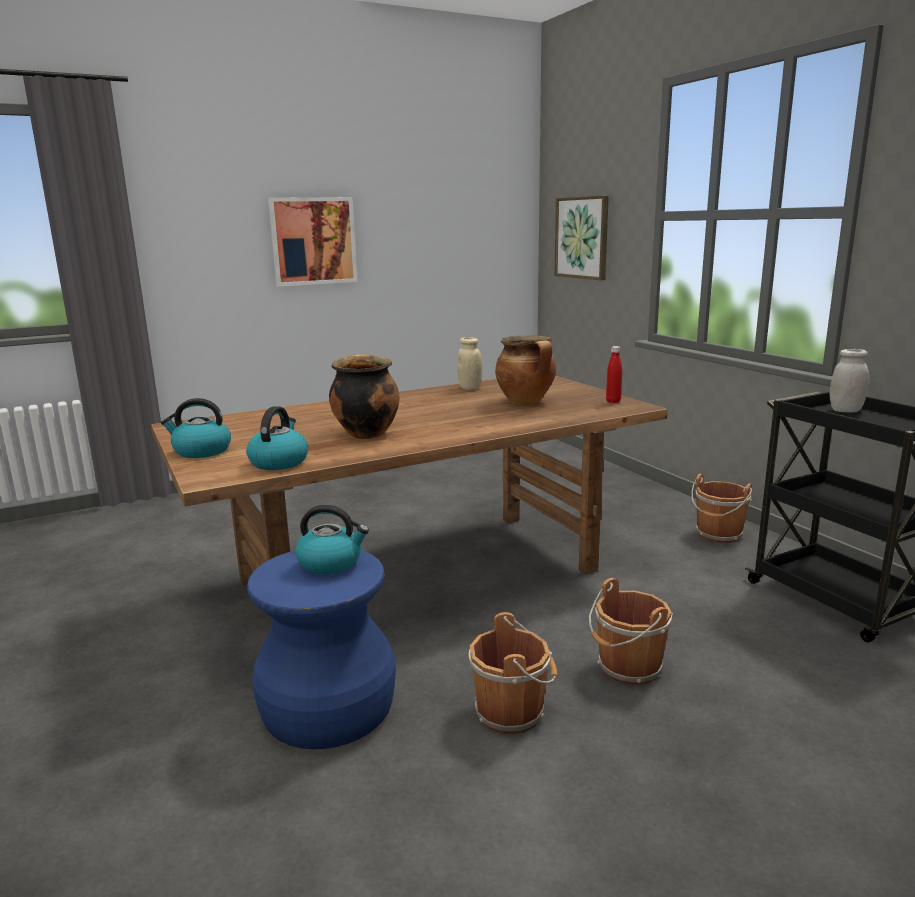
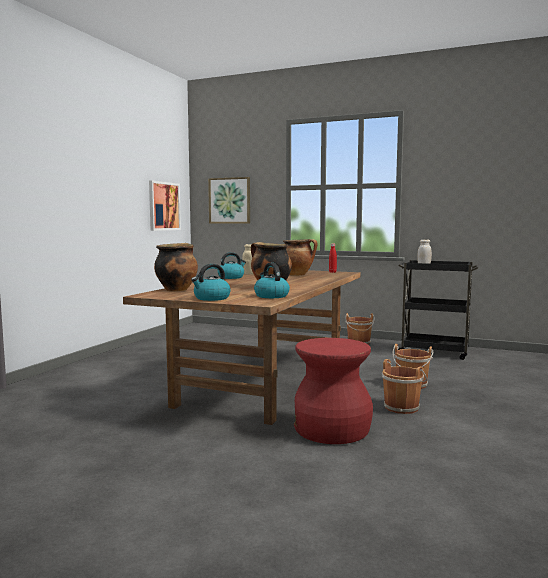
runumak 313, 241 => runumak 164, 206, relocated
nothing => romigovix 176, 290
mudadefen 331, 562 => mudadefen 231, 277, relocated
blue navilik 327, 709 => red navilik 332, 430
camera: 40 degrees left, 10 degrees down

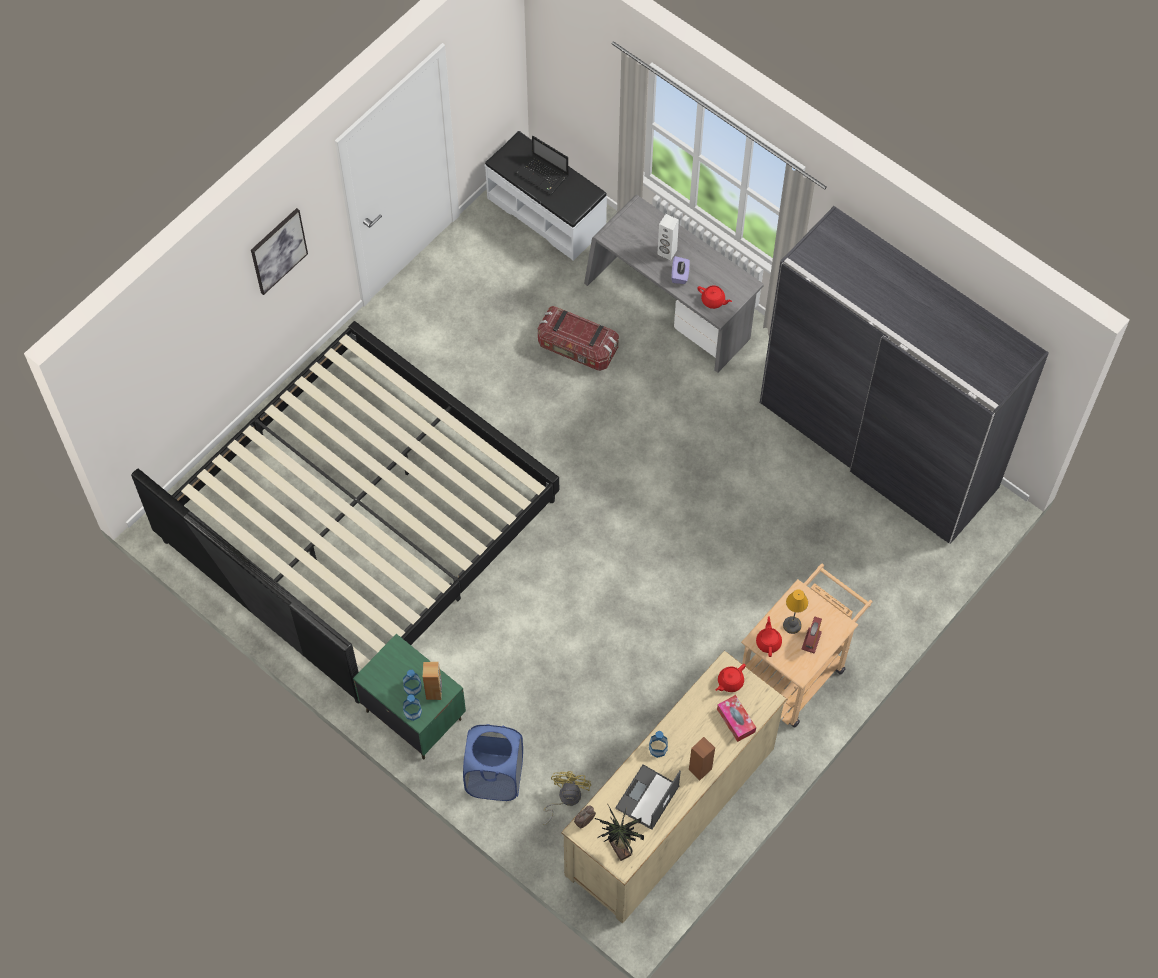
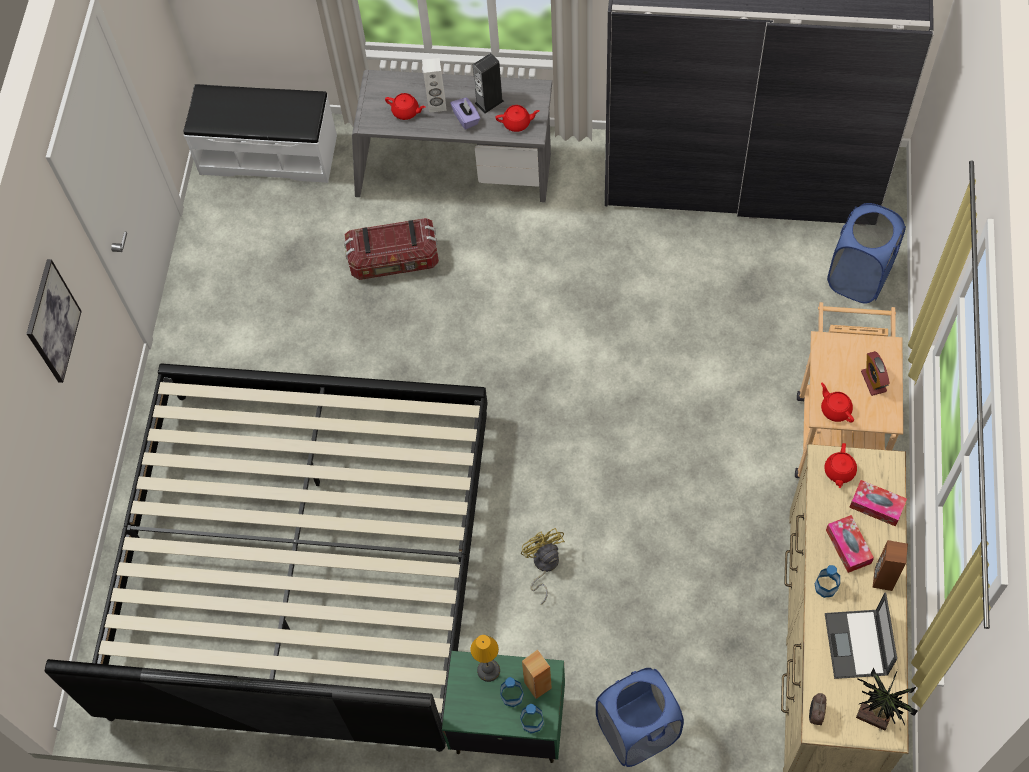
nothing => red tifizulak 406, 111
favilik 792, 624 => favilik 488, 669, relocated
nothing => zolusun 489, 102
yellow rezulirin 565, 798 => yellow rezulirin 543, 566, relocated
nothing => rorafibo 848, 546
nothing => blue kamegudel 858, 276
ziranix 543, 175 => nothing
camera: 30 degrees left, 0 degrees up

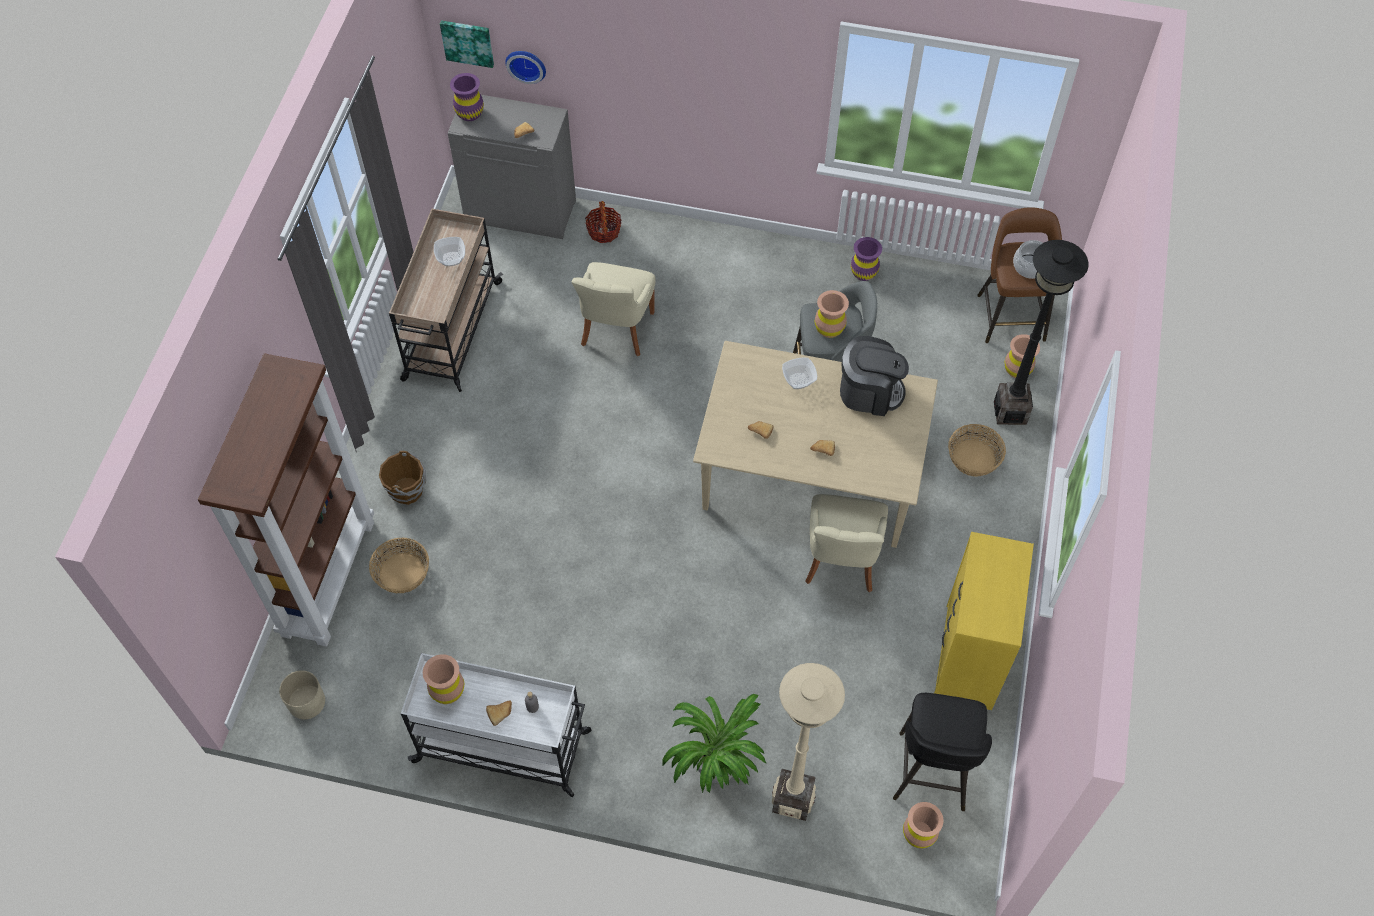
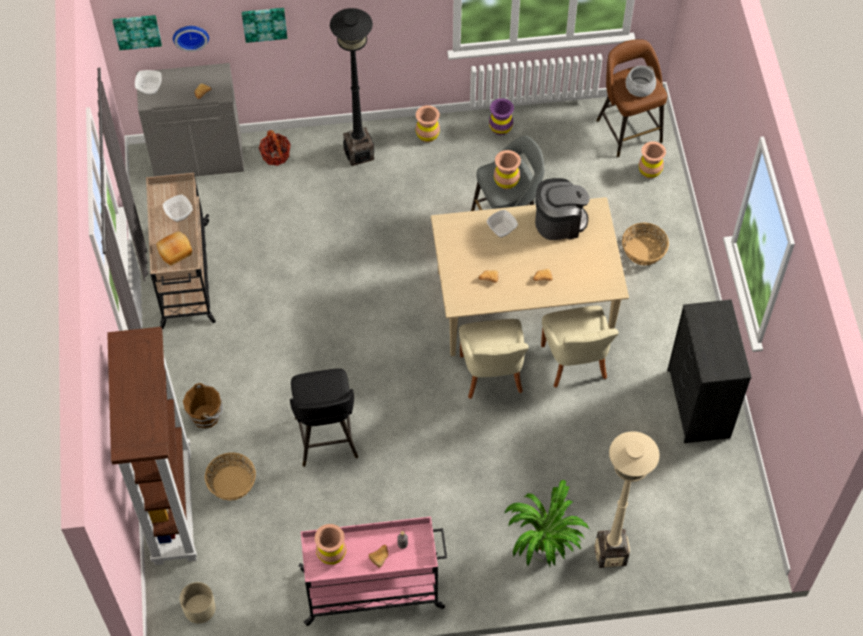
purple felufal 470, 113 => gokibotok 149, 89
nothing => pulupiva 174, 251
nothing => runumak 264, 23
black navilik 931, 774 => black navilik 326, 440, relocated
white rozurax 504, 747 => pink rozurax 374, 589
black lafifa 1010, 411 => black lafifa 359, 153, relocated
brown felufal 919, 834 => brown felufal 427, 135, relocated
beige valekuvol 616, 331 => beige valekuvol 492, 376, relocated
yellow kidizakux 967, 656 => black kidizakux 697, 403
camera: 20 degrees left, 0 degrees up

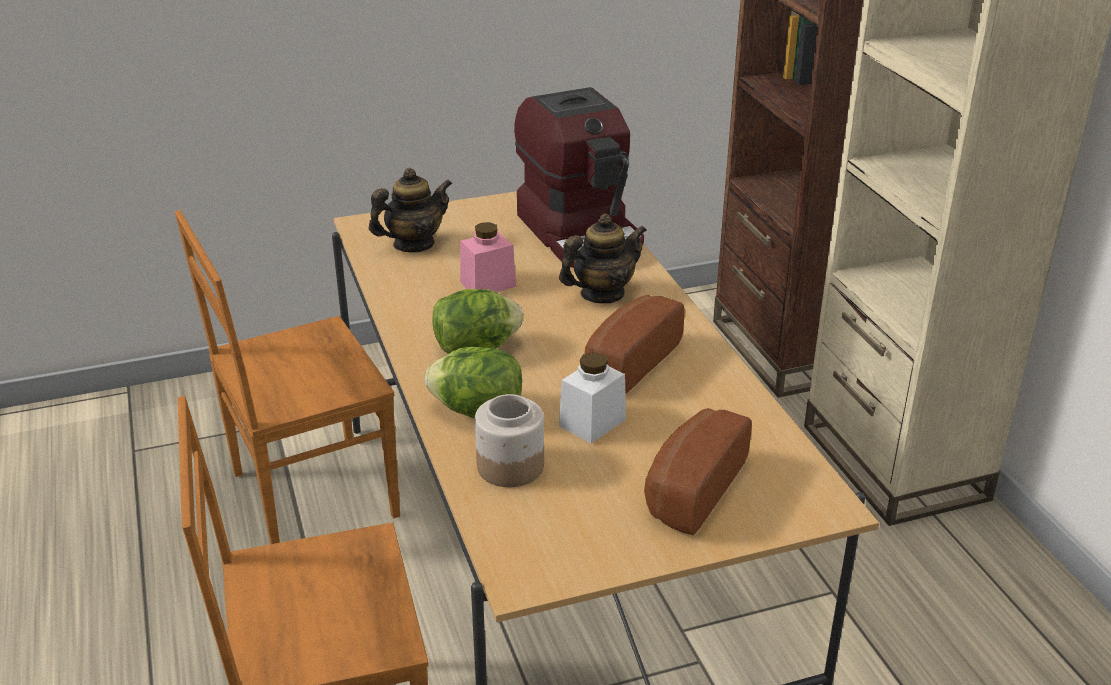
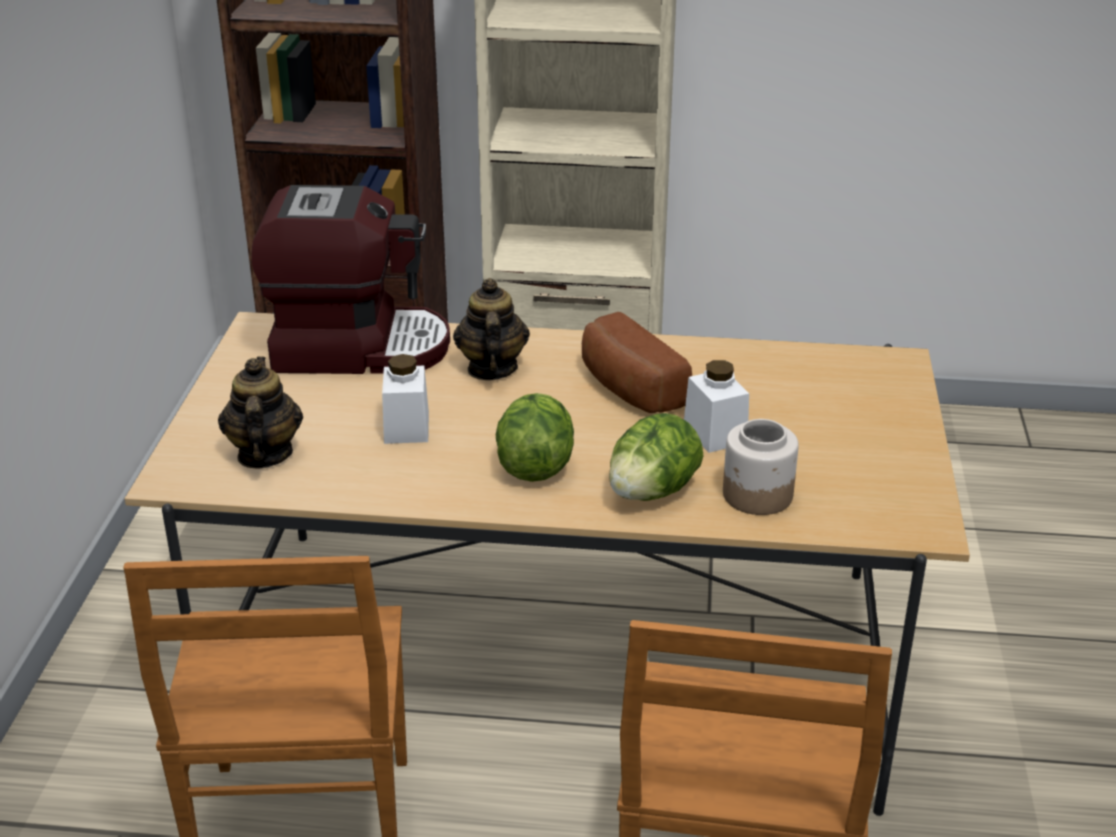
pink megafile 488, 284 => white megafile 406, 427
pulupiva 690, 489 => nothing
camera: 65 degrees left, 0 degrees up

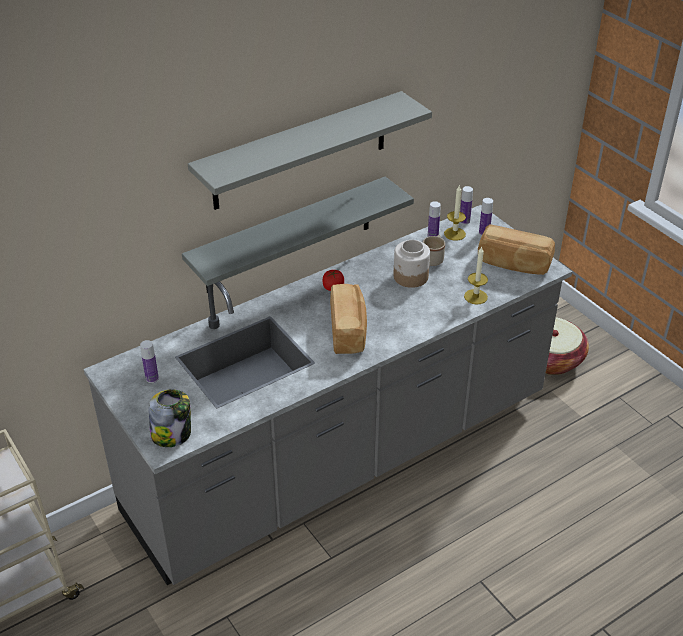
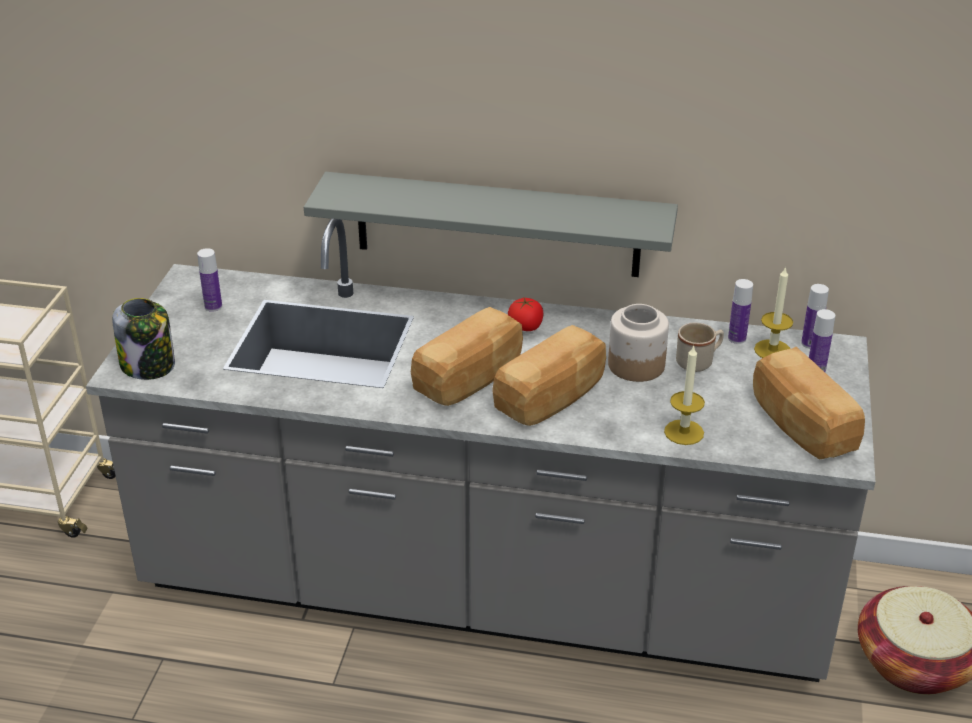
nothing => pulupiva 552, 397
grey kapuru 300, 151 => nothing
camera: 45 degrees right, 5 degrees down

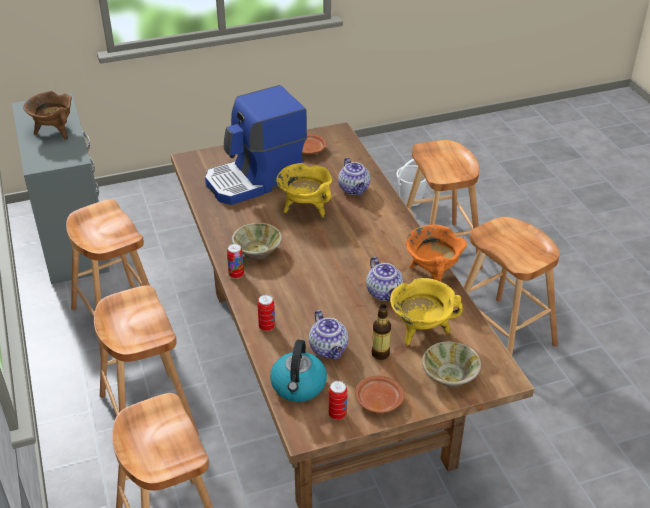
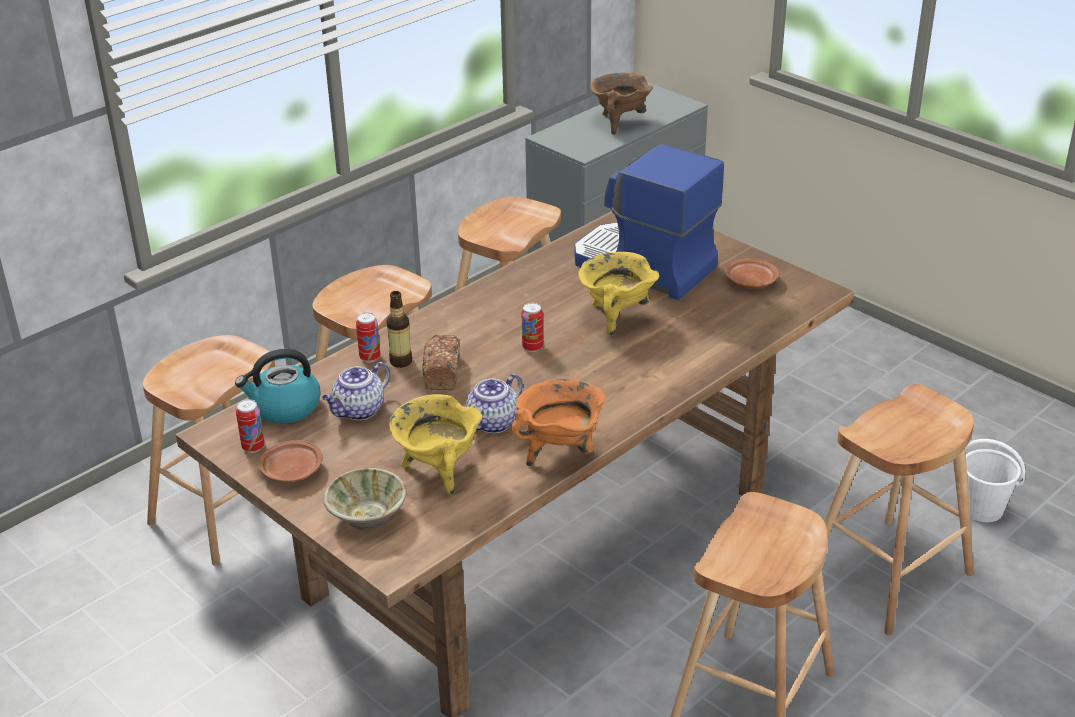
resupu 380, 354 => resupu 401, 361, relocated
nothing => pulupiva 442, 373
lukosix 236, 275 => lukosix 532, 347, relocated
beige gokibotok 257, 251 => nothing
tifizulak 354, 189 => nothing
camera: 65 degrees right, 5 degrees down

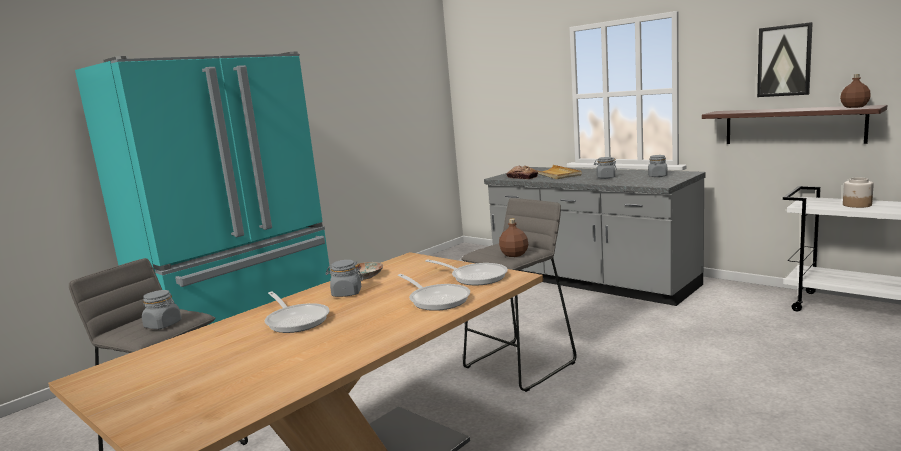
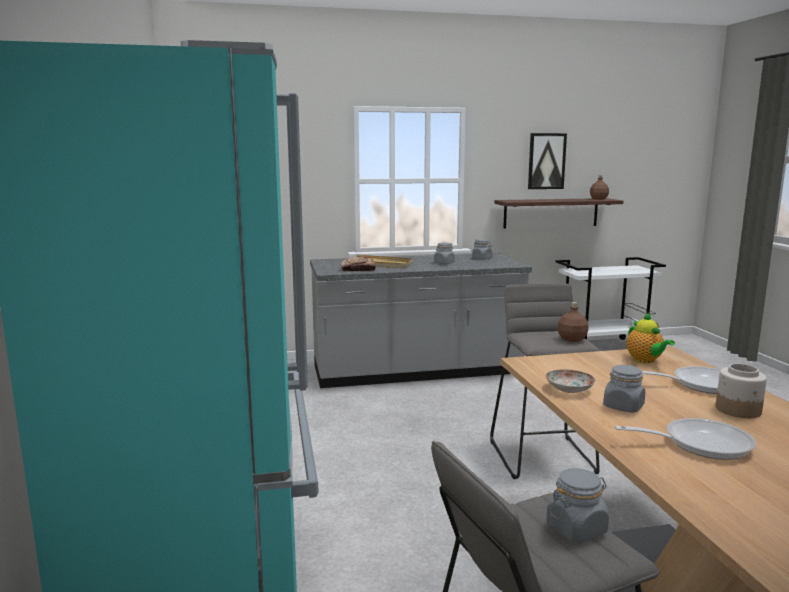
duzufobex 475, 277 => tifizulak 645, 360
megafile 857, 205 => megafile 738, 410, relocated
camera: 55 degrees left, 0 degrees up

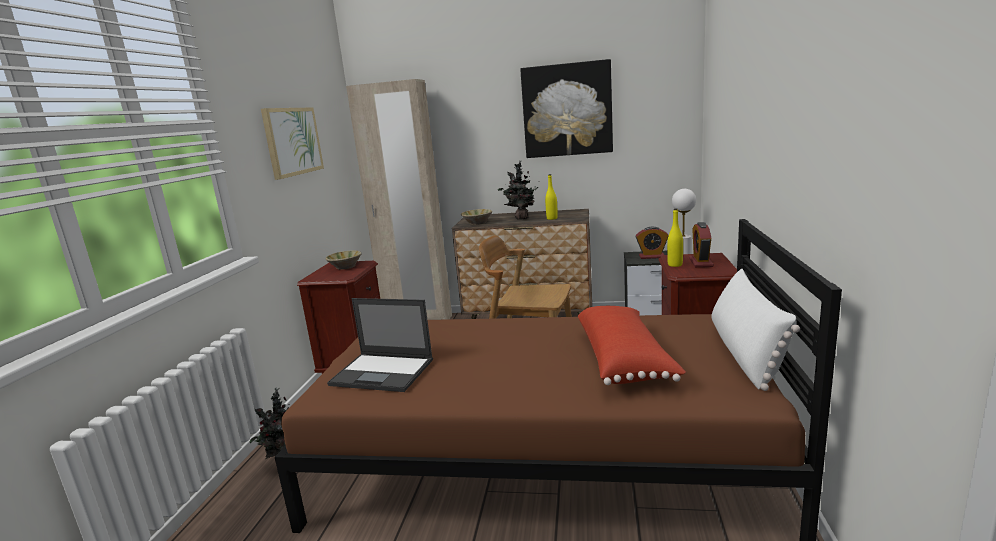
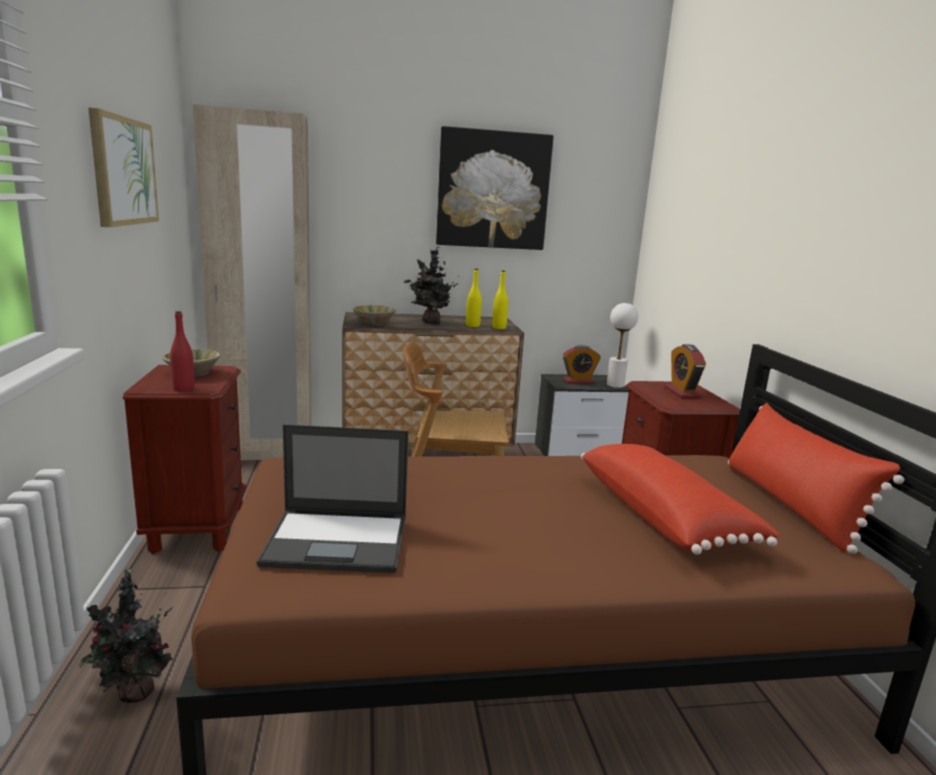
nothing => red resupu 183, 389
yellow resupu 675, 265 => yellow resupu 499, 328, relocated
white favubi 745, 353 => red favubi 789, 505
camera: 20 degrees left, 0 degrees up

